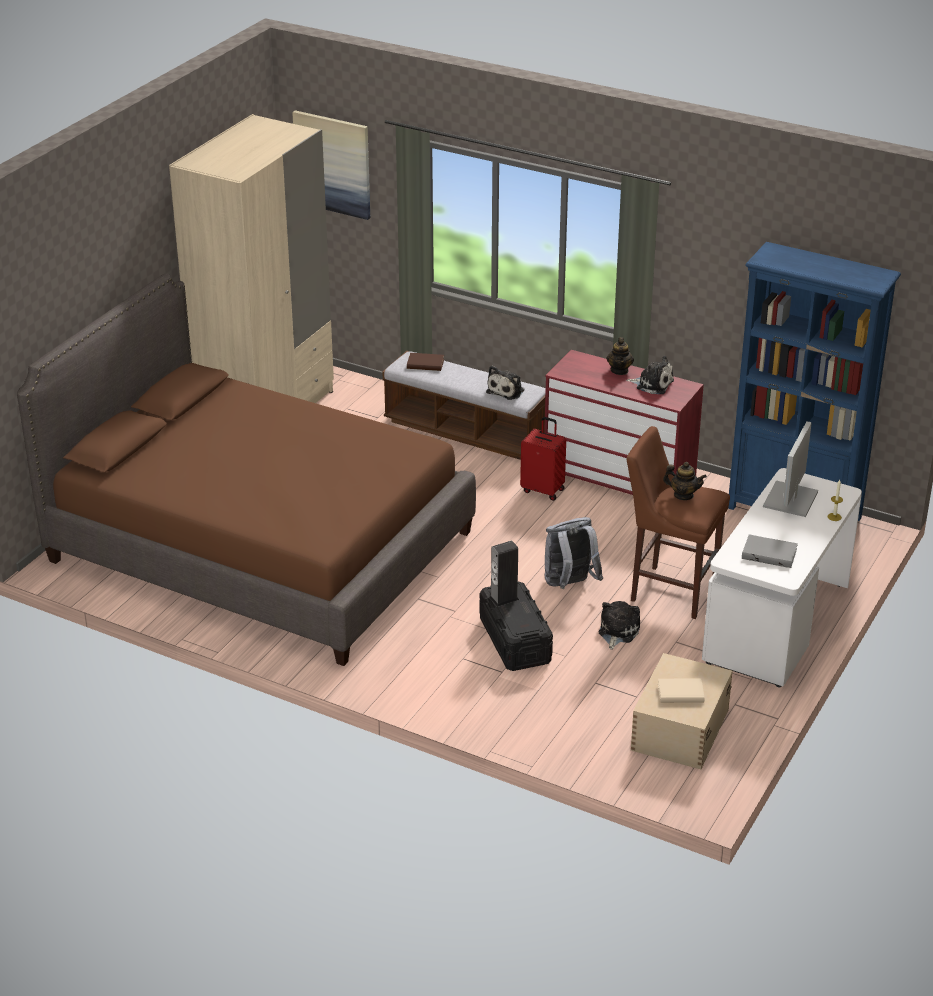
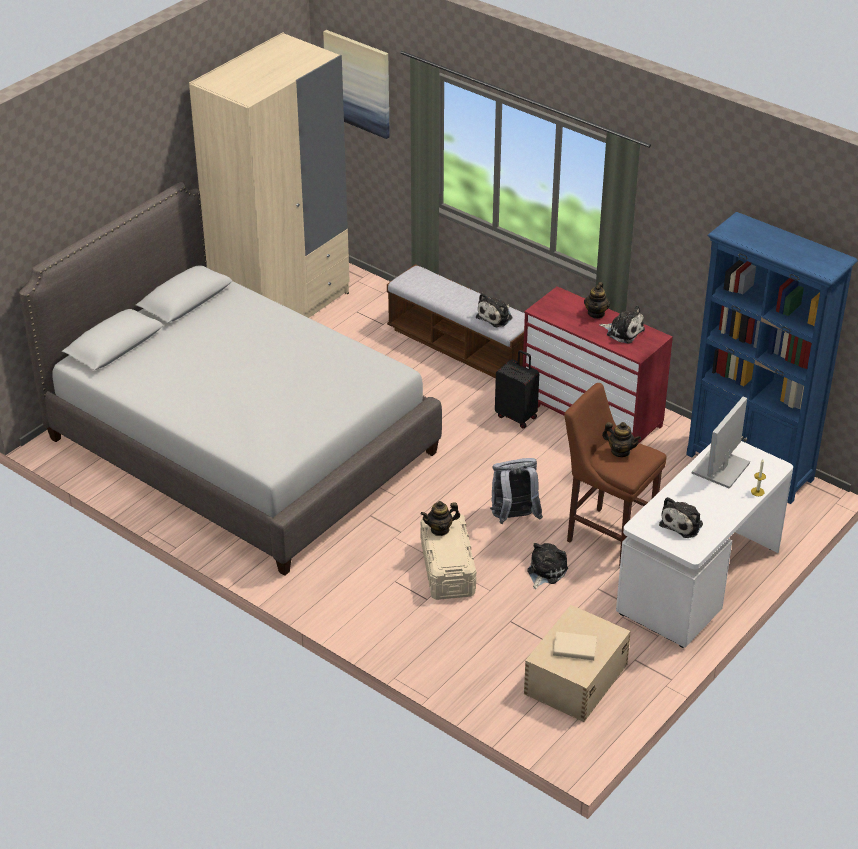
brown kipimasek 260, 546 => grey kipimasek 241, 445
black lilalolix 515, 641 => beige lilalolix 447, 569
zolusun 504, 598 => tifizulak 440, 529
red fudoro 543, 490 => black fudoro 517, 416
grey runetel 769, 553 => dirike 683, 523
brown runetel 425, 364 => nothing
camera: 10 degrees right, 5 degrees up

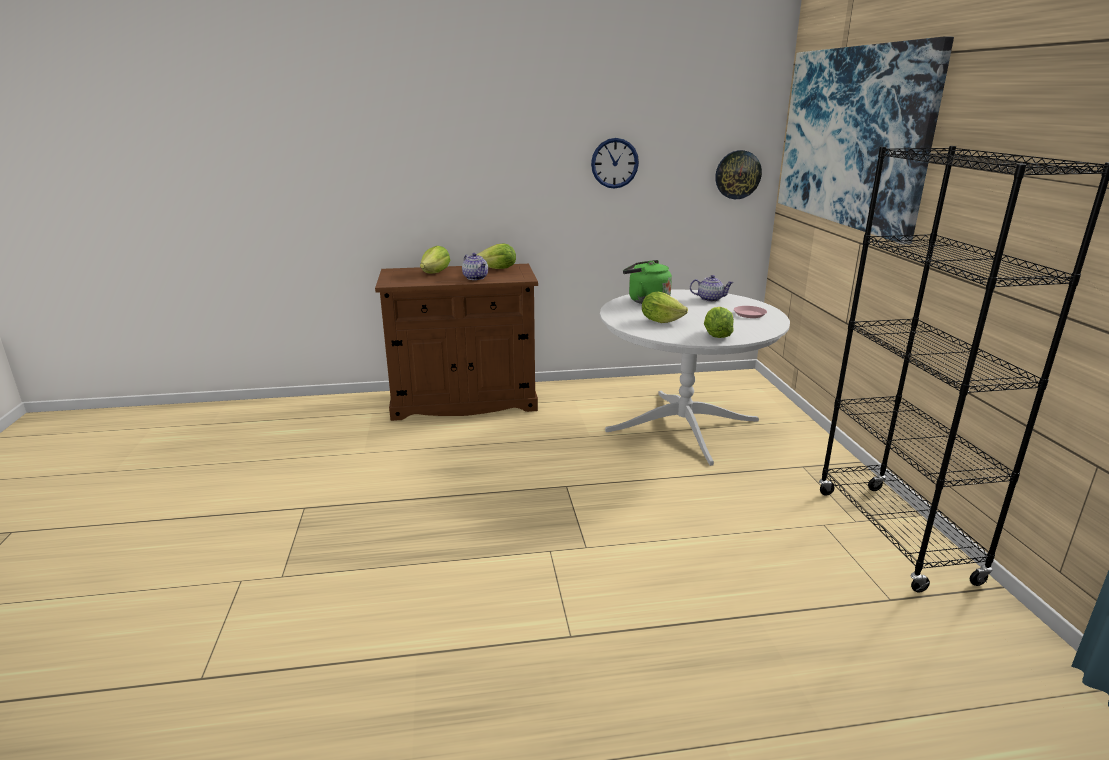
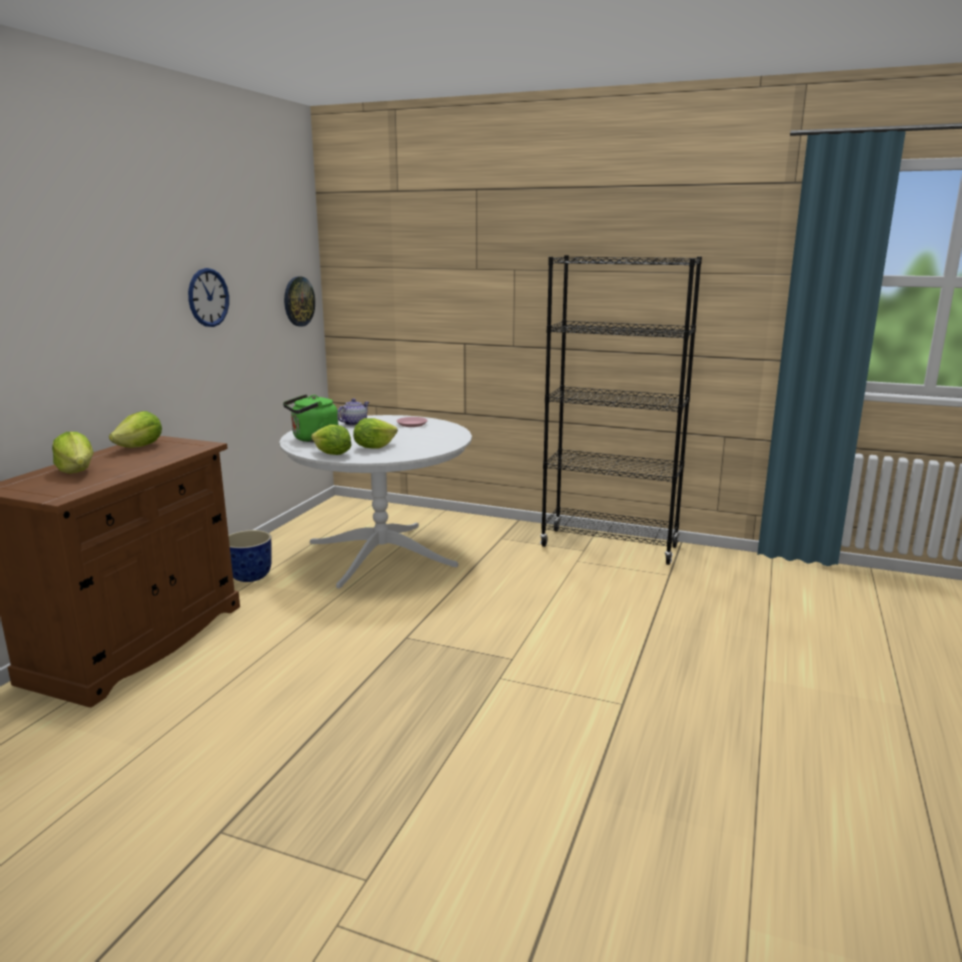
nothing => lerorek 251, 576
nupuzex 716, 336 => nupuzex 332, 454, relocated
tifizulak 476, 278 => nothing
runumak 852, 137 => nothing
camera: 60 degrees left, 5 degrees down

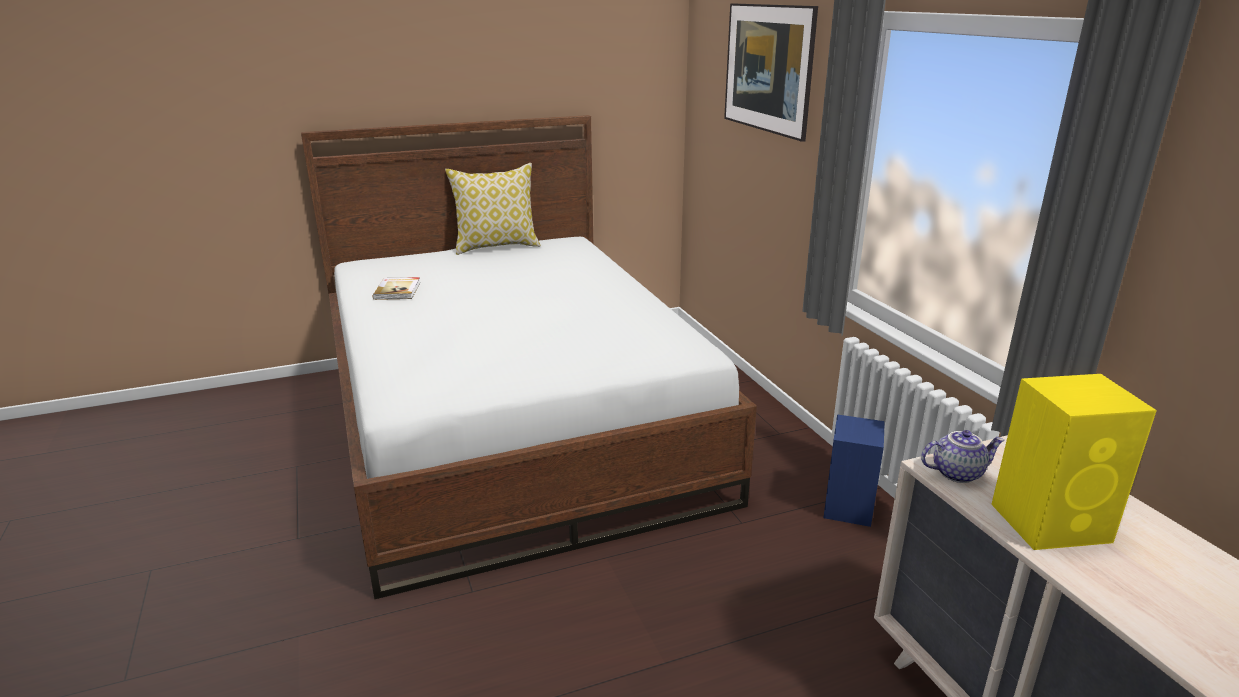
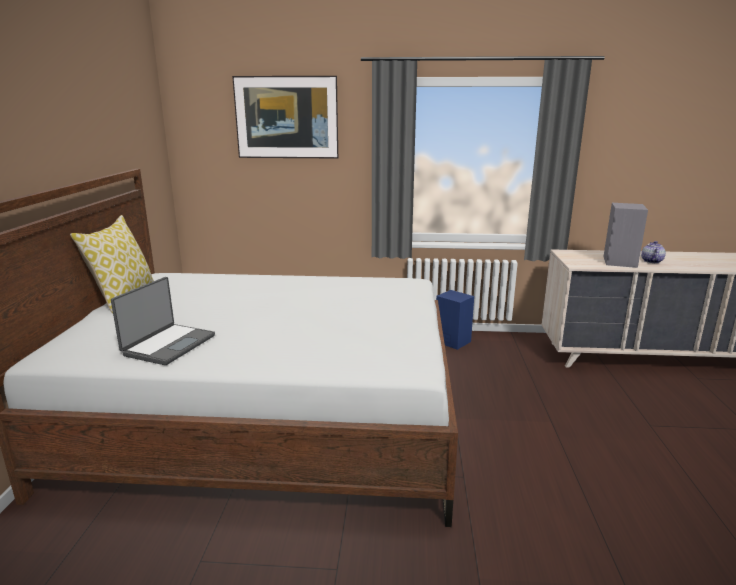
runetel 398, 290 => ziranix 168, 345
yellow zolusun 1052, 522 => grey zolusun 619, 261
tifizulak 957, 473 => tifizulak 651, 261, relocated
camera: 65 degrees left, 5 degrees down

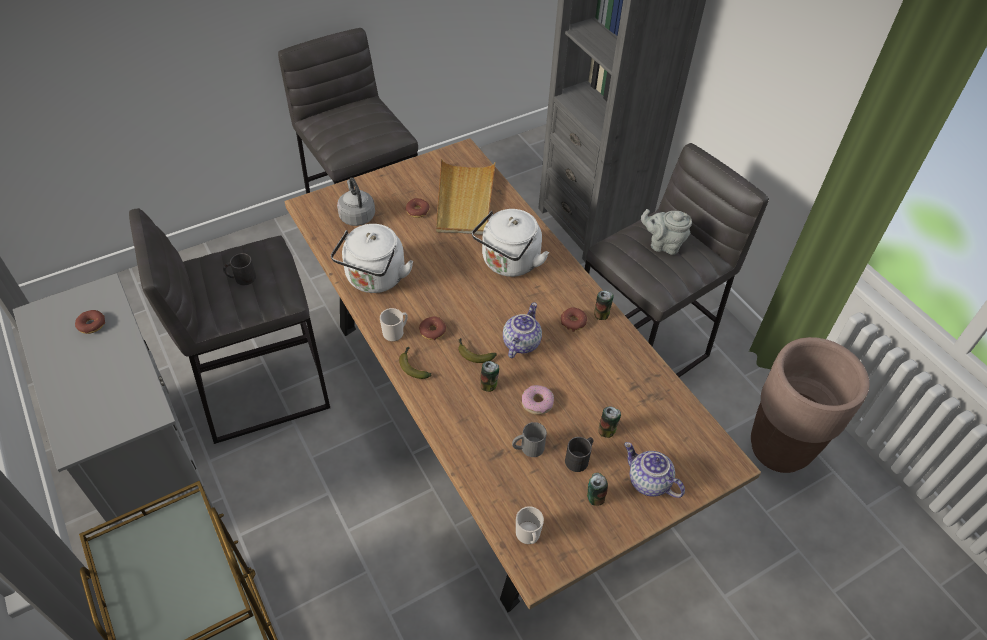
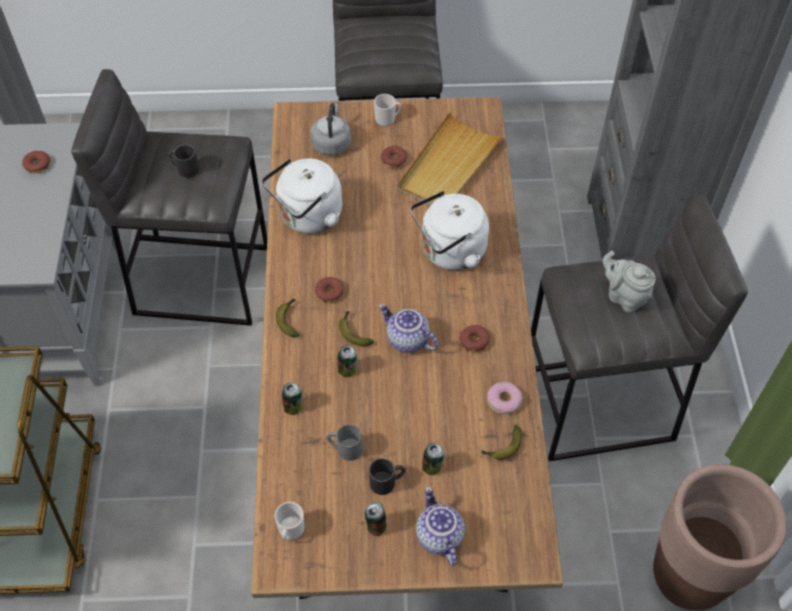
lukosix 601, 314 => lukosix 294, 407, relocated
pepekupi 395, 332 => pepekupi 387, 119, relocated
tifizulak 520, 342 => tifizulak 406, 340, 105 degrees counterclockwise
nothing => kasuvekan 502, 448
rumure 537, 403 => rumure 504, 401, relocated
camera: 30 degrees right, 5 degrees up

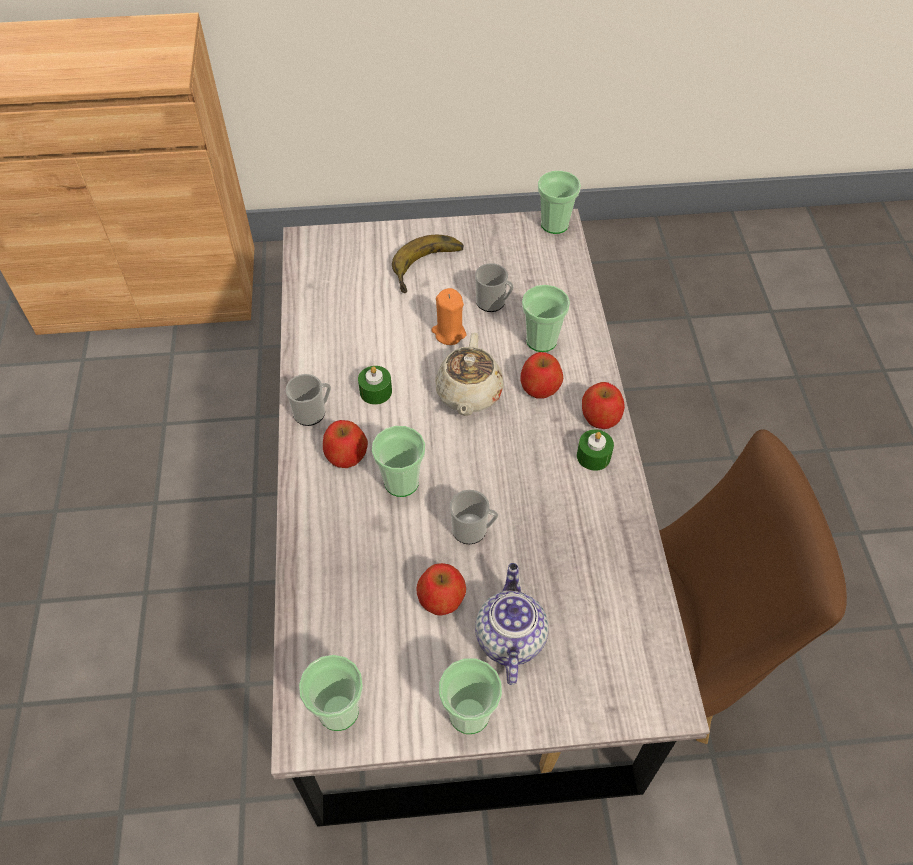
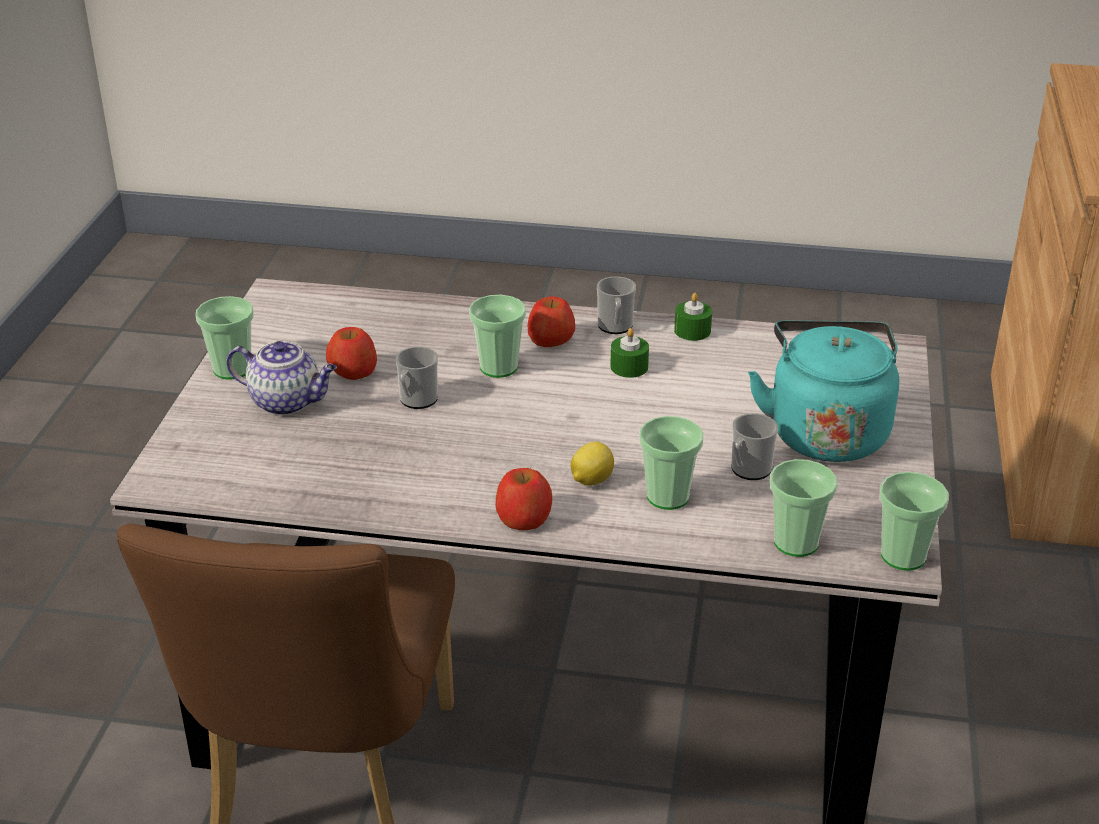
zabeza 540, 386 => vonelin 590, 480
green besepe 593, 456 => green besepe 692, 331, relocated
kasuvekan 430, 268 => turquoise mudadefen 826, 431
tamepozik 338, 711 => tamepozik 796, 543, relocated
orange besepe 449, 333 => nothing
beige tifizulak 468, 394 => nothing
camera: 105 degrees right, 20 degrees down

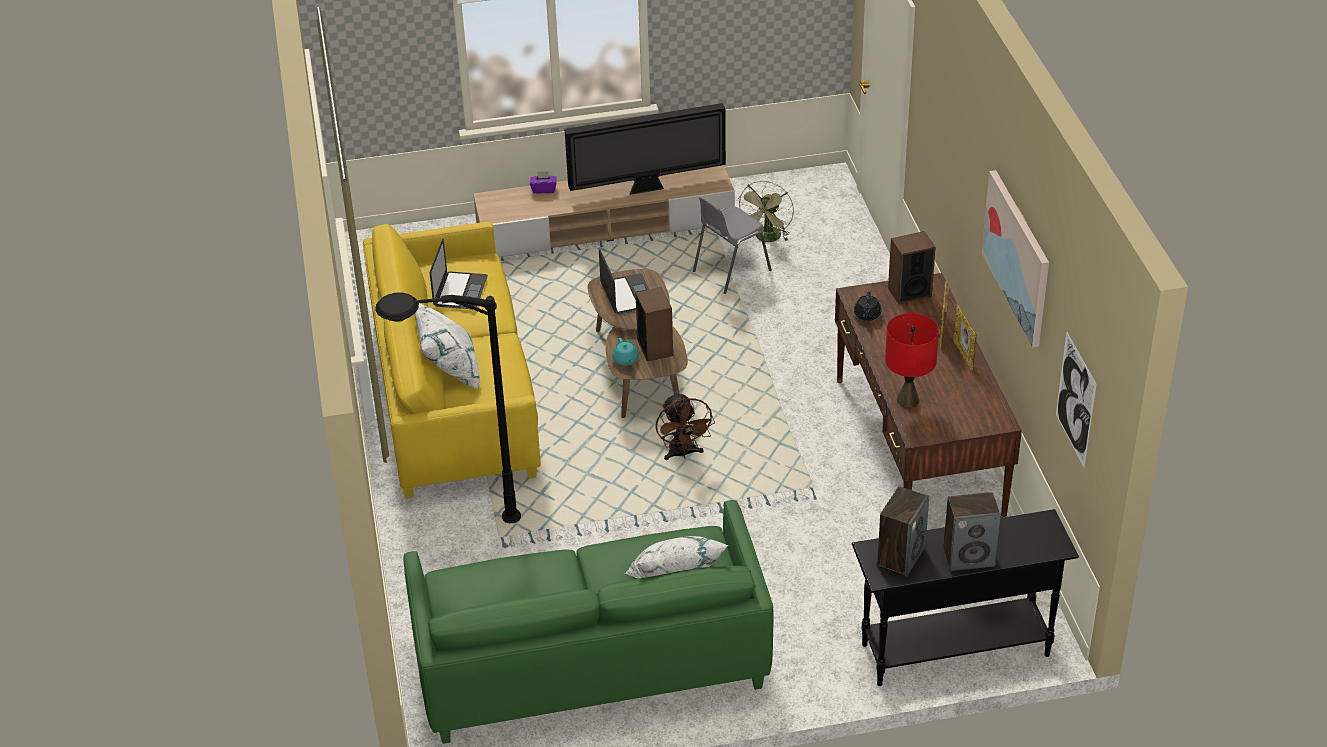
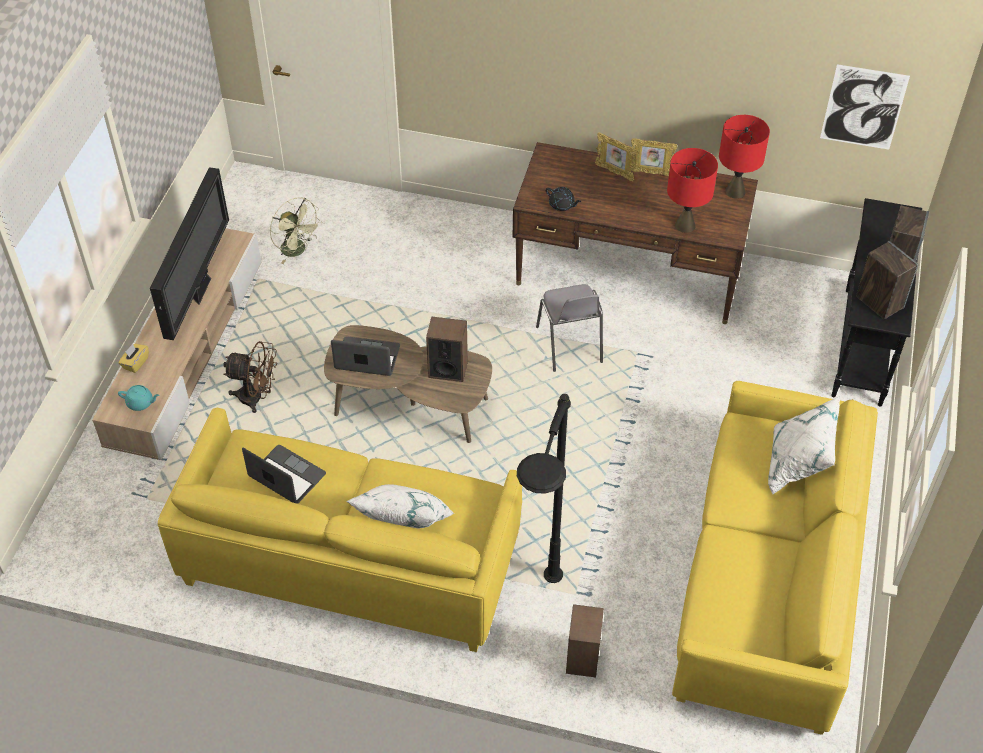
turquoise tifizulak 625, 360 => turquoise tifizulak 141, 403, relocated
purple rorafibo 543, 189 => yellow rorafibo 135, 363
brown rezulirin 683, 454 => brown rezulirin 257, 398, relocated
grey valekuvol 730, 271 => grey valekuvol 569, 345, relocated
zolusun 909, 292 => zolusun 582, 658, relocated
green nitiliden 589, 660 => yellow nitiliden 767, 583
nothing => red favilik 735, 191
runumak 1018, 257 => nothing
camera: 65 degrees left, 10 degrees up

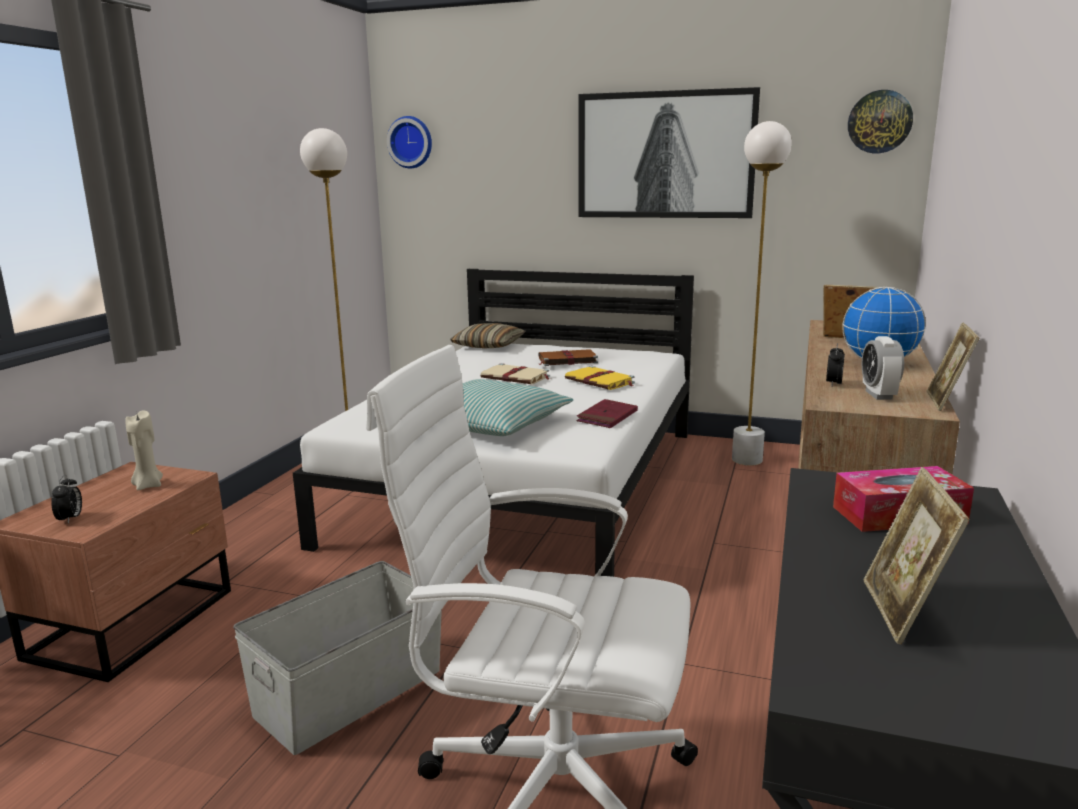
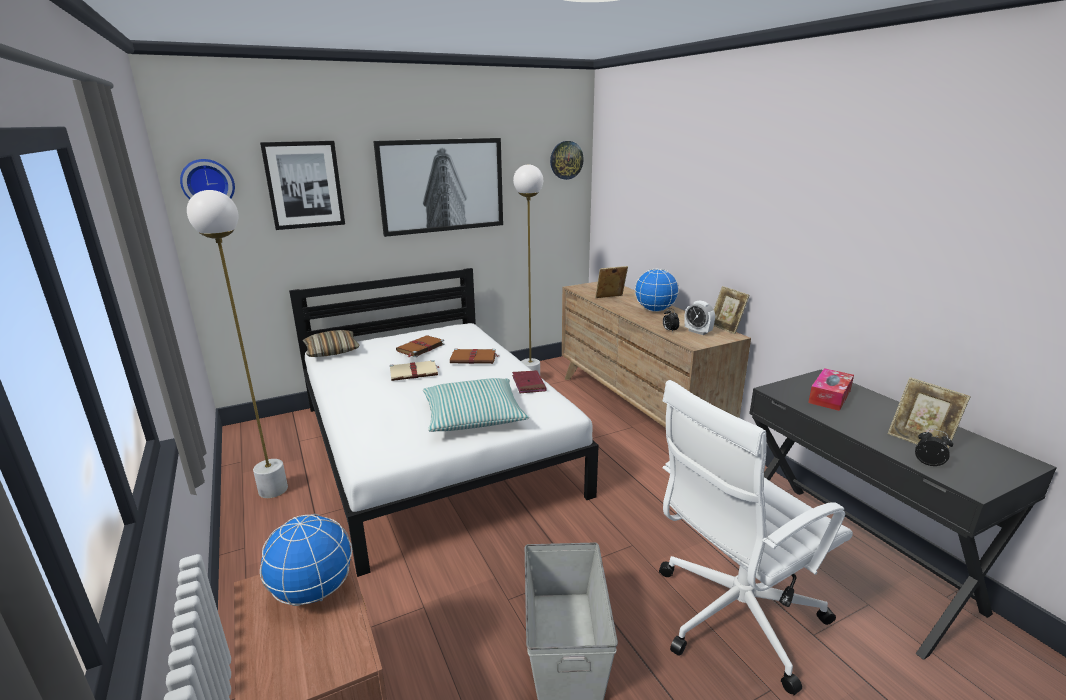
nothing => runumak 304, 185
beige besepe 148, 485 => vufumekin 313, 591
yellow runetel 600, 381 => brown runetel 474, 358
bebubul 70, 519 => bebubul 928, 463, relocated
camera: 45 degrees left, 5 degrees up

